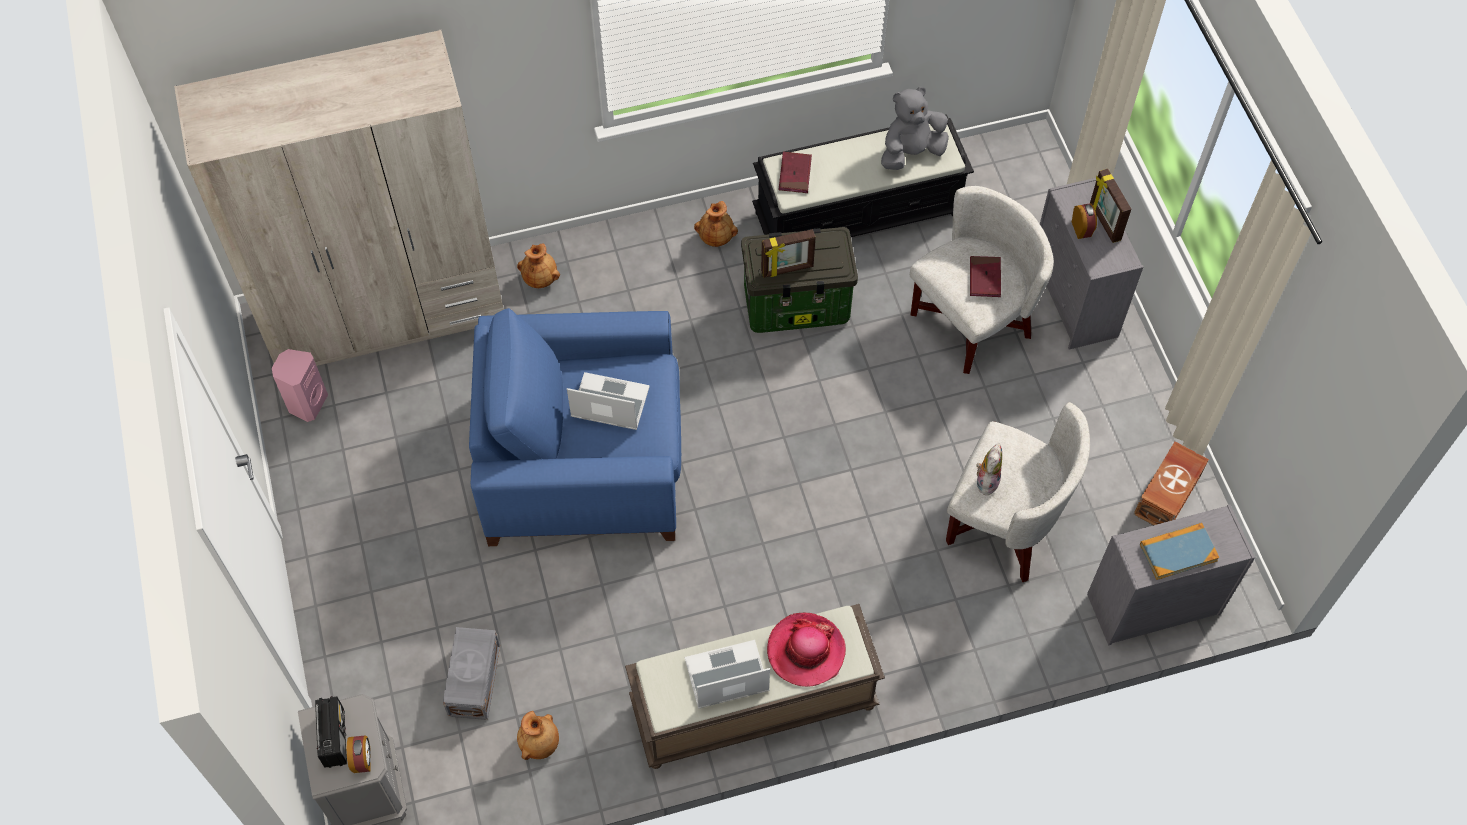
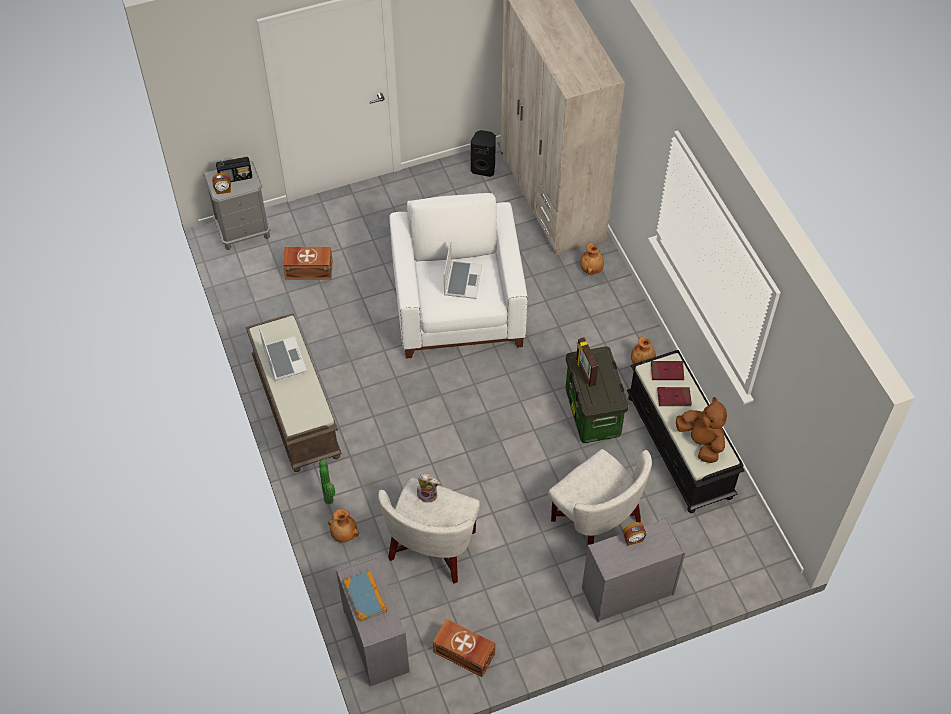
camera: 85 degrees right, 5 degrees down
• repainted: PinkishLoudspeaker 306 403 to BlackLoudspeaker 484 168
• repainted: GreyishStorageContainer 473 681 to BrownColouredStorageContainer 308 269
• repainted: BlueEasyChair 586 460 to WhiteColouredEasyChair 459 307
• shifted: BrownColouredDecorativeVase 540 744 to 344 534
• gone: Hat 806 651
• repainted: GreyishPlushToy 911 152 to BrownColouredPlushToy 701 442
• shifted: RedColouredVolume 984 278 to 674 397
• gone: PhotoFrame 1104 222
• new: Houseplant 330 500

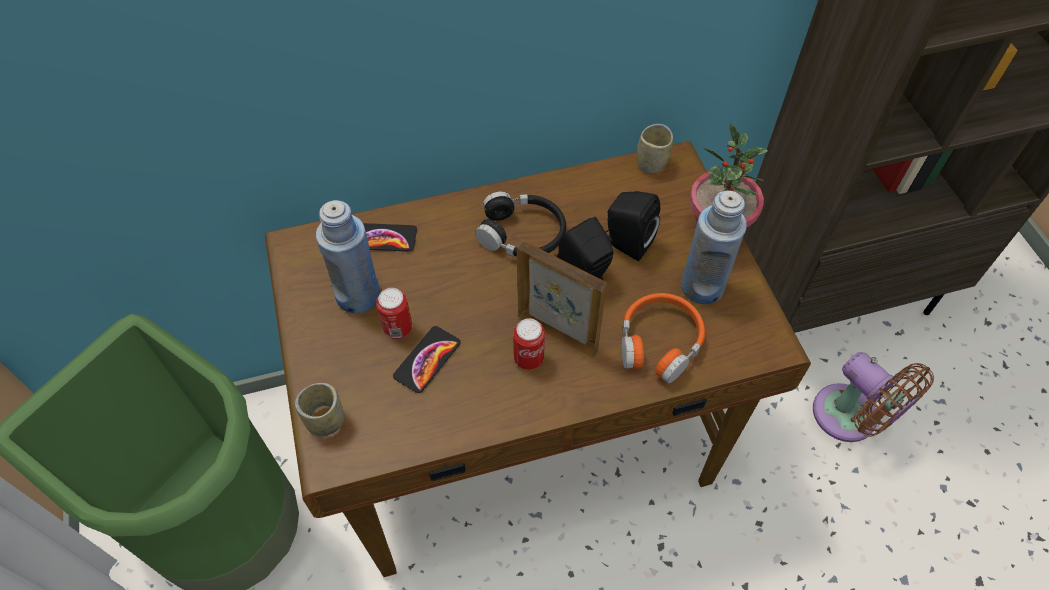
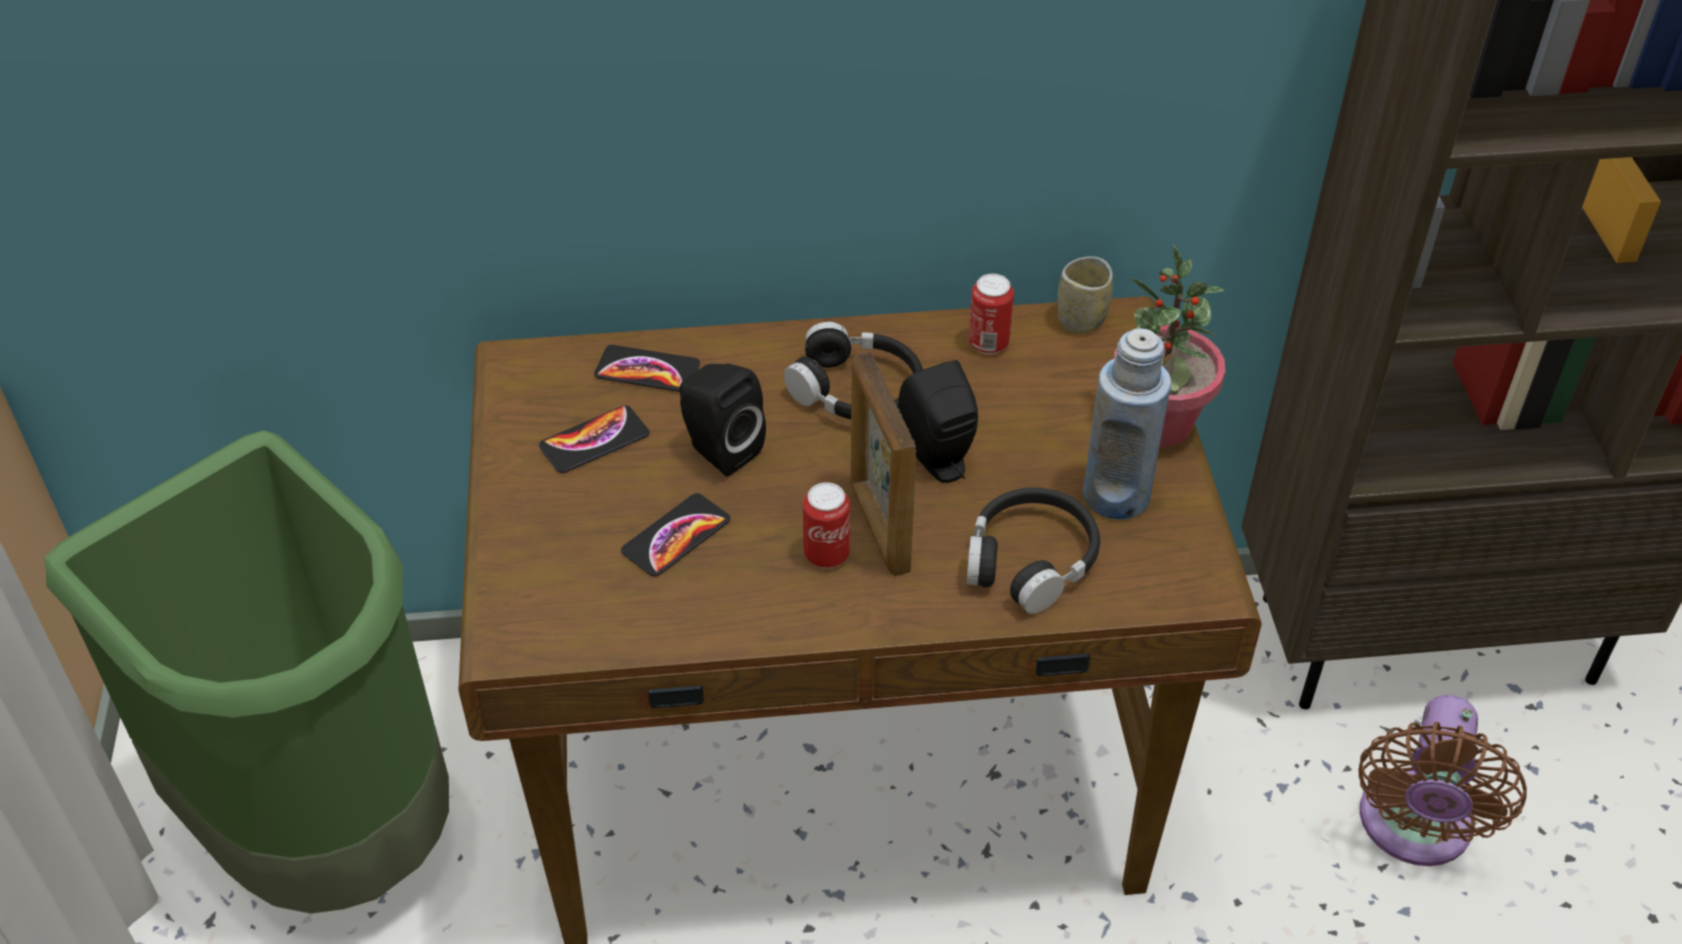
camera: 10 degrees right, 10 degrees down
• gone: Cup 326 421
• swapped: BlueBeverageBottle 358 295 to Telephone 594 440
• shifted: SealedCan 398 328 to 988 344
• rotated: PhotoFrame 558 333 = 879 527 150 degrees counterclockwise
• shifted: BlackLoudspeaker 626 243 to 719 449
• repainted: OrangeyHeadset 659 342 to BlackHeadset 1030 560
• rotated: BrownColouredElectricFan 850 419 = 1413 829 45 degrees clockwise

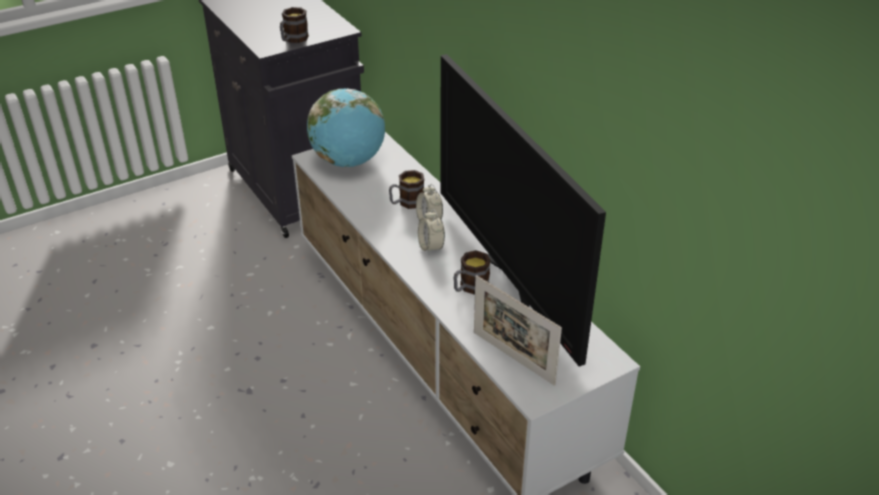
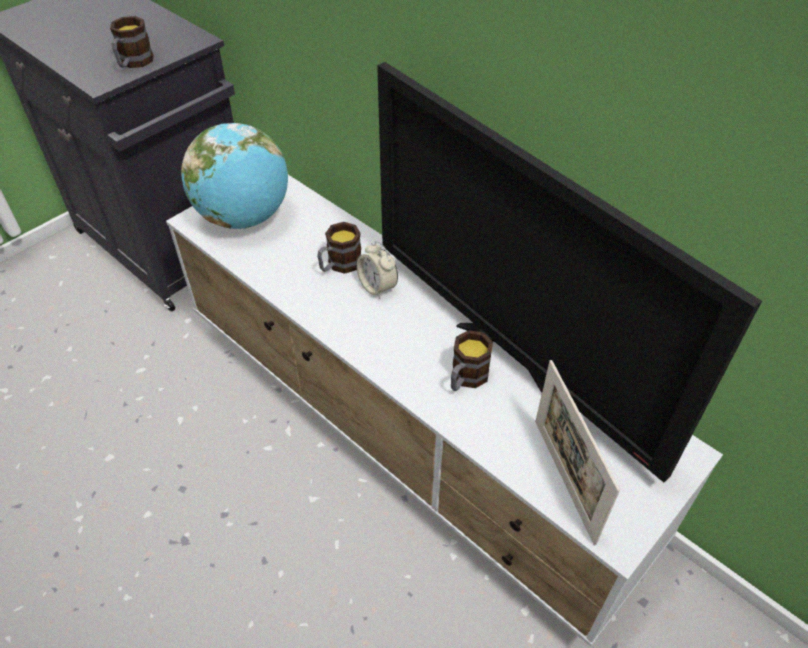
camera: 15 degrees left, 10 degrees up
• gone: AlarmClock 431 247
• rotated: PhotoFrame 513 358 = 563 479 45 degrees clockwise

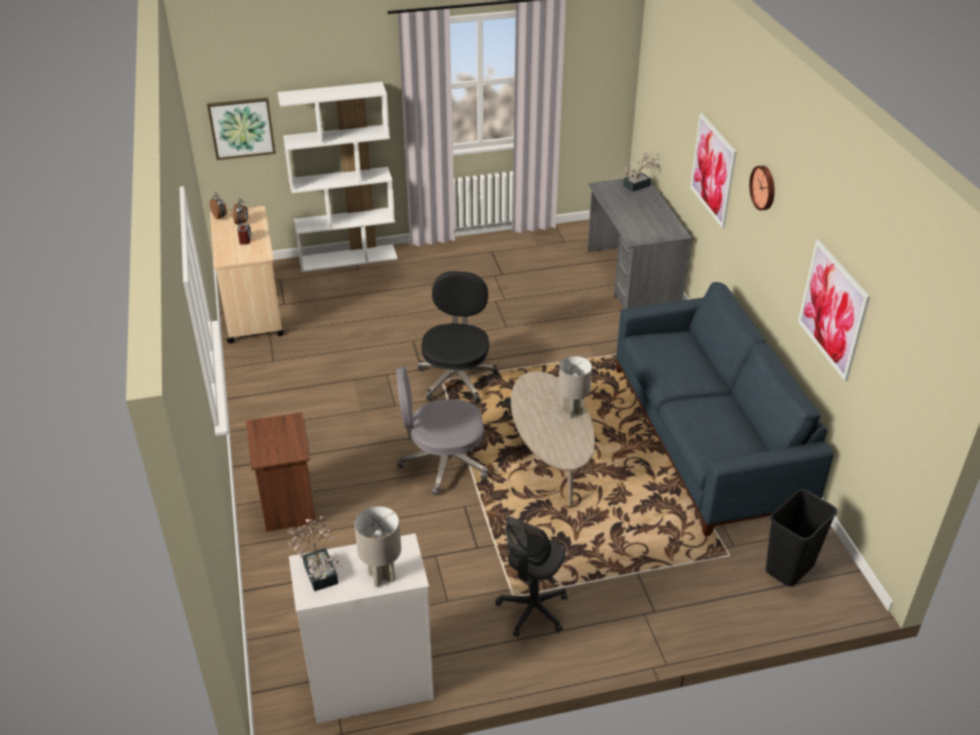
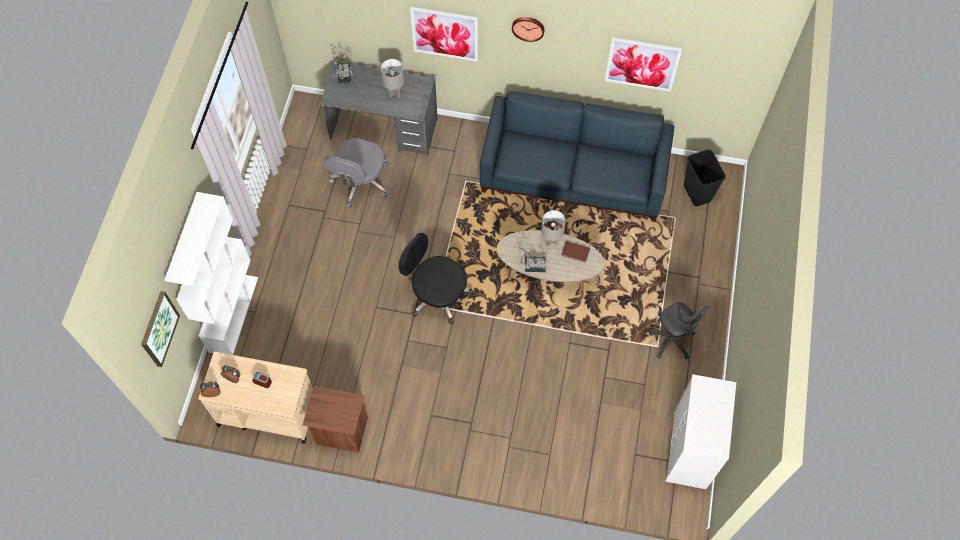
camera: 65 degrees left, 25 degrees up
• shifted: BrownColouredNightTable 287 506 to 341 432
• shifted: Houseplant 319 570 to 532 265
• shifted: GreyishTableLamp 382 577 to 394 92
• shifted: GreyishOfficeChair 443 463 to 360 182
• new: BrownColouredVolume 575 252

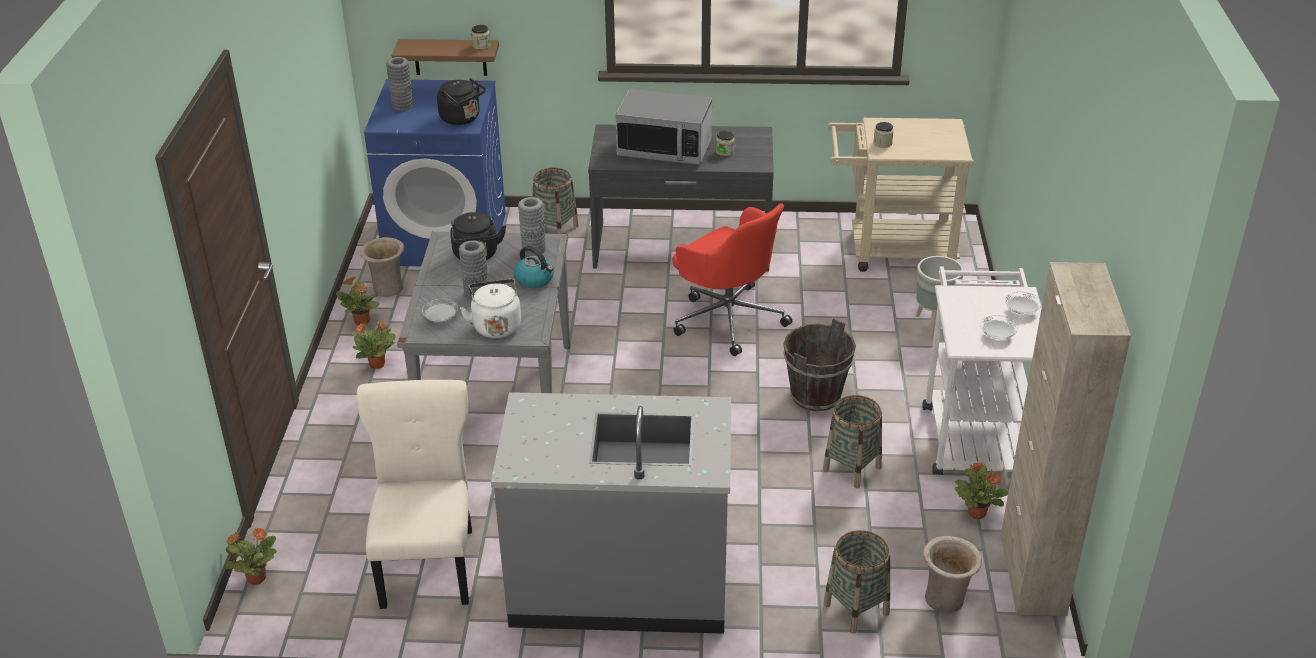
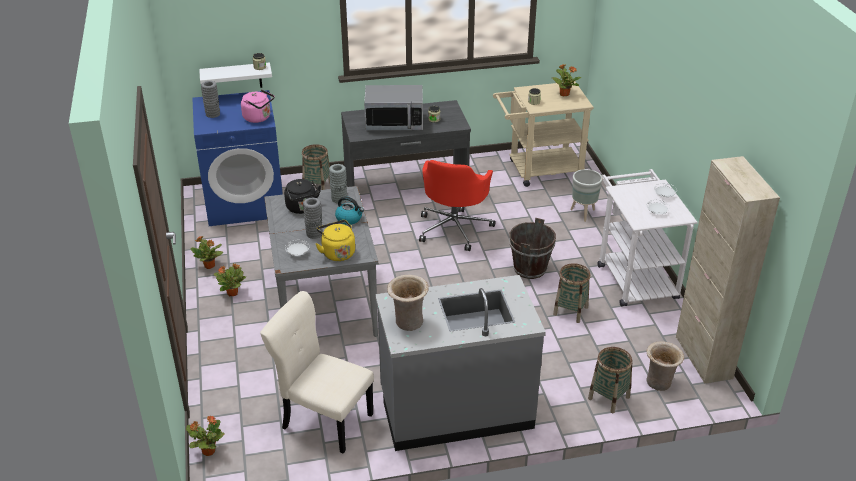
camera: 15 degrees left, 0 degrees up
• rotated: BeigeColouredPlainChair 429 564 = 324 419 45 degrees counterclockwise
• shifted: BeigeColouredDecorativeVase 387 289 to 408 322
• repainted: BrownColouredBracketShelf 450 57 to WhiteColouredBracketShelf 236 77
• repainted: BlackKettle 462 119 to PinkishKettle 259 118
• repainted: WhiteColouredKettle 496 325 to YellowKettle 337 252
• rotated: RedColouredOfficeChair 728 318 = 454 228 75 degrees clockwise
• shifted: Houseplant 976 512 to 564 94

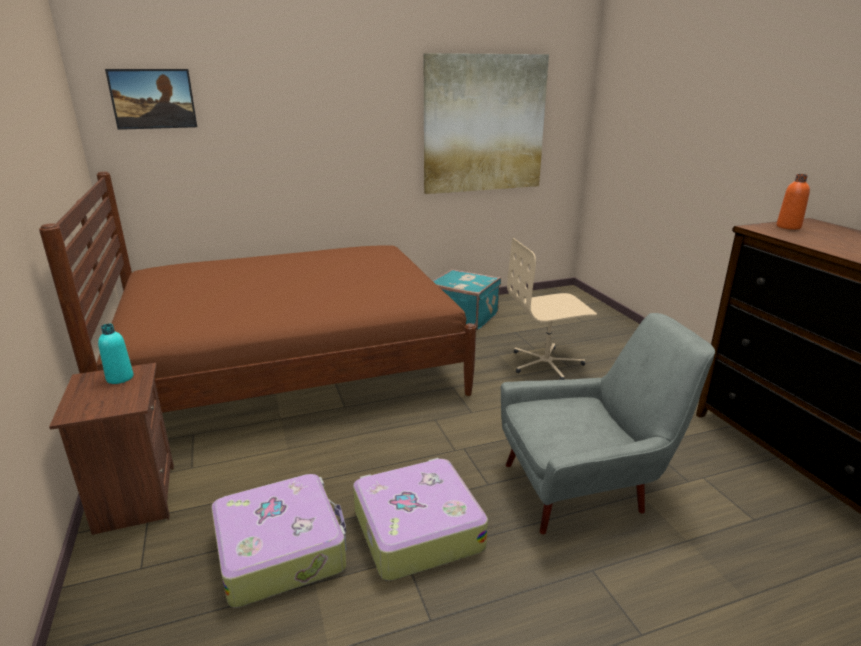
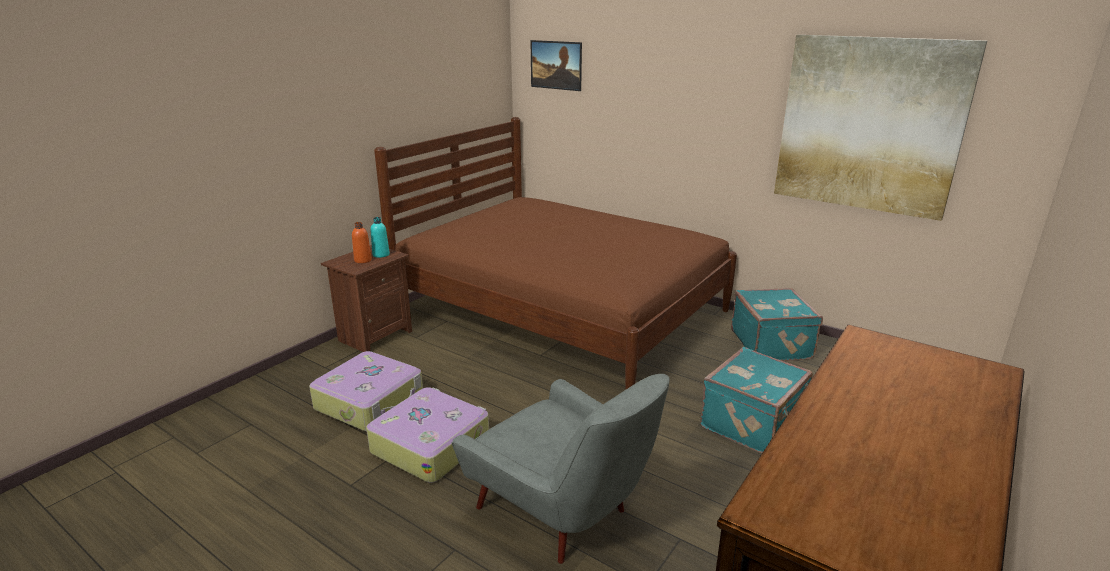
camera: 55 degrees right, 0 degrees up
• swapped: BeigeColouredOfficeChair 546 364 to TurquoiseSuitcase 753 424
• shifted: OrangeyBeverageBottle 788 227 to 363 260

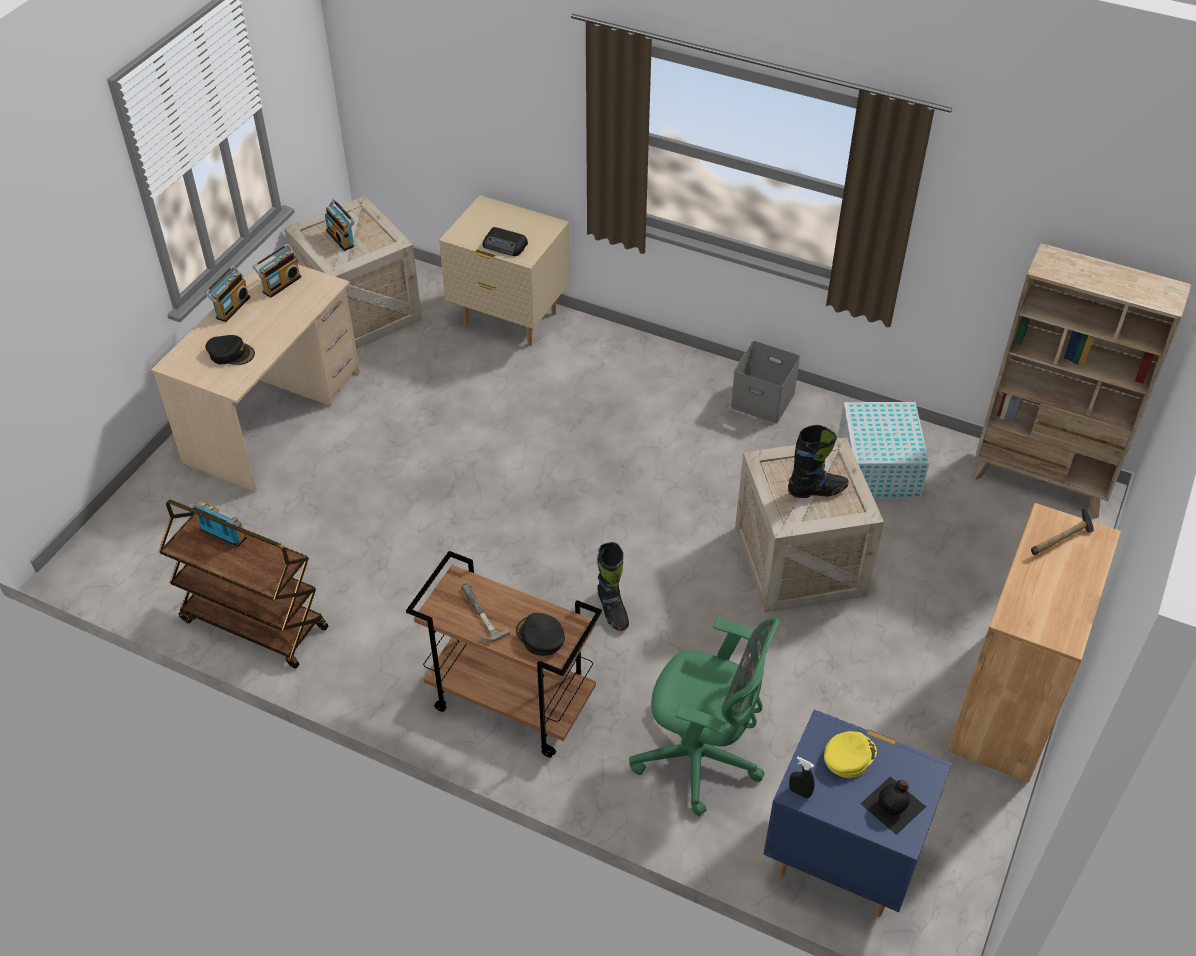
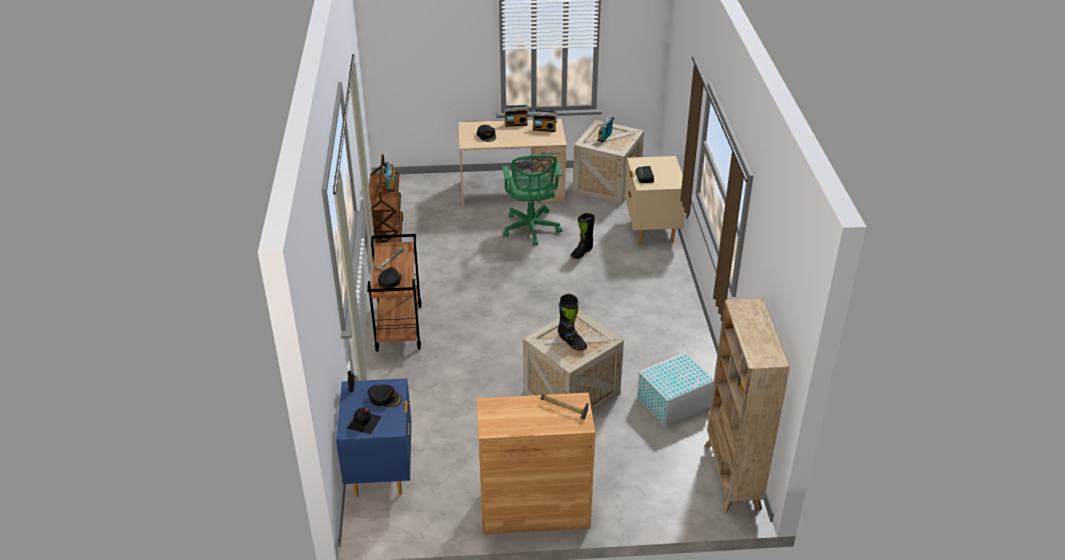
camera: 60 degrees right, 10 degrees down
• shifted: BlackBoot 612 611 to 581 252
• shifted: GreenColouredOfficeChair 701 758 to 531 229
• gone: GreyishStorageContainer 764 400
• repainted: YellowBaseballCap 848 755 to BlackBaseballCap 385 398

